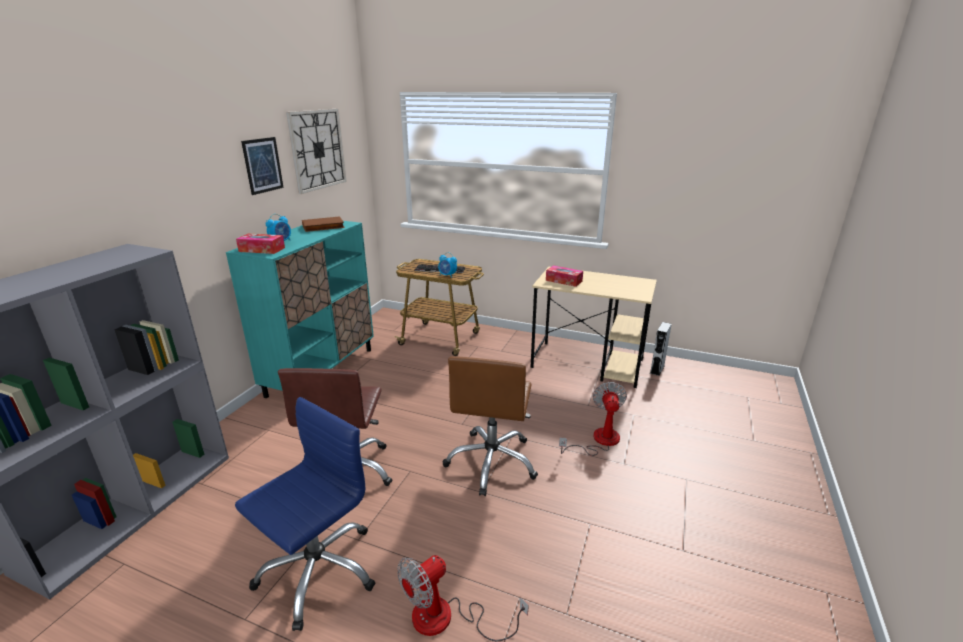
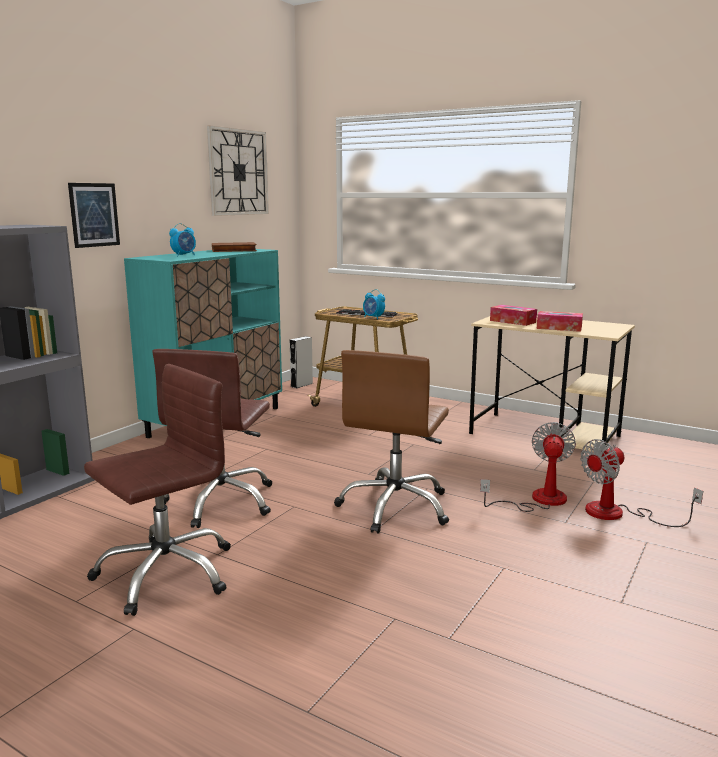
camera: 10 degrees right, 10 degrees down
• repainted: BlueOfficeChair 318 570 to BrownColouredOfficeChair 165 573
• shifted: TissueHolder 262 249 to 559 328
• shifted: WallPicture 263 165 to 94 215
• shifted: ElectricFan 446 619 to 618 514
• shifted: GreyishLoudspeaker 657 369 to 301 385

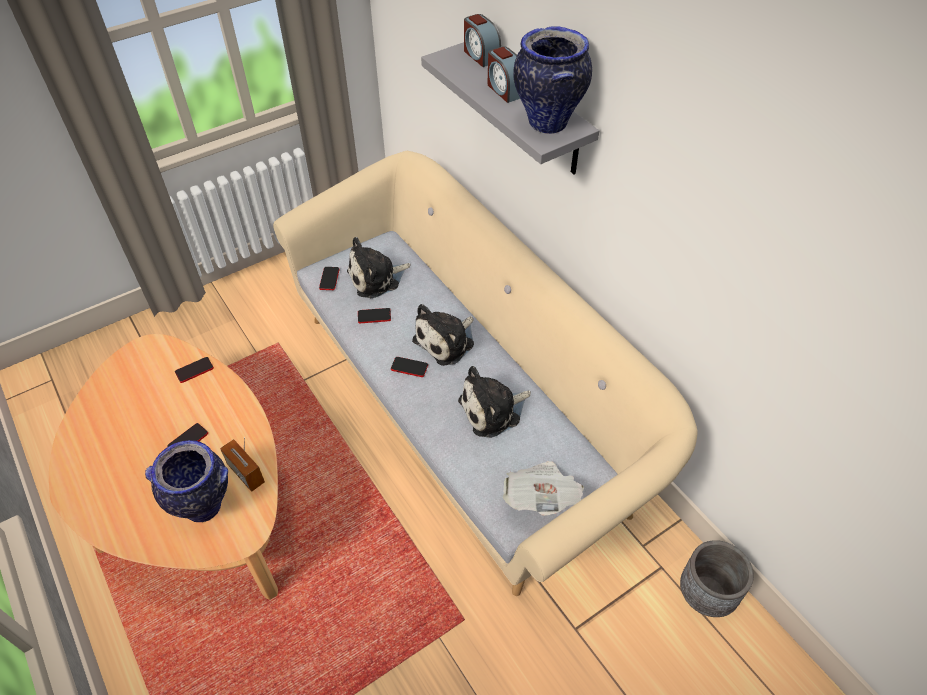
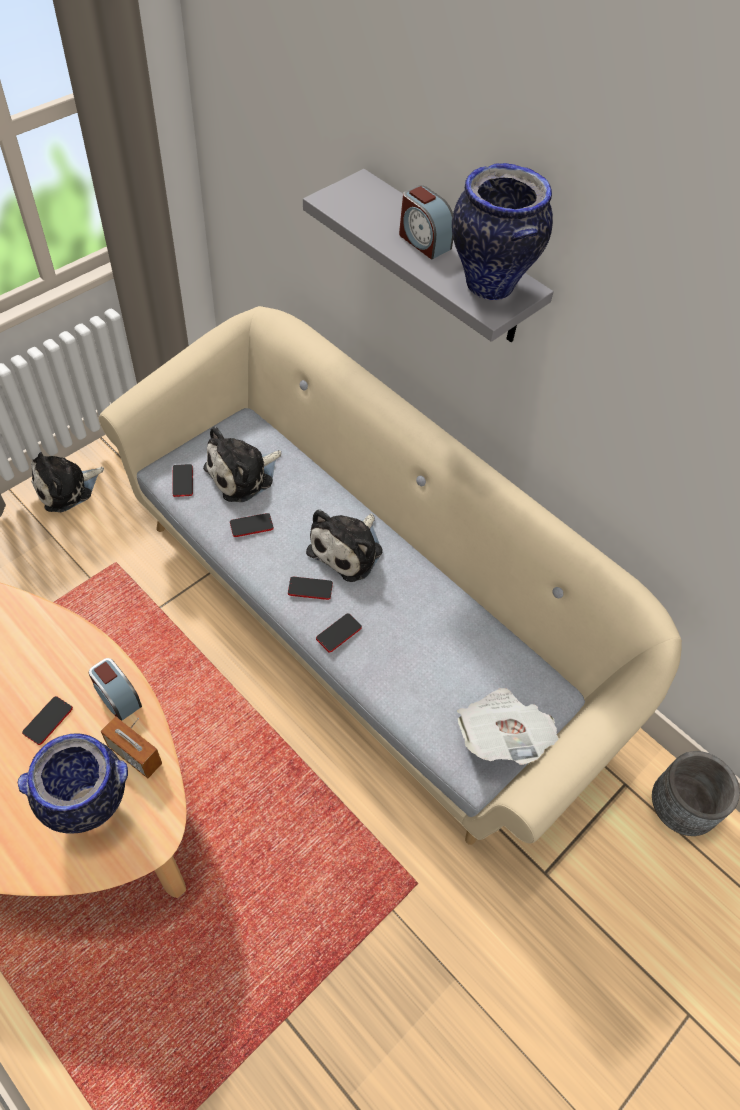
camera: 15 degrees left, 5 degrees up
• shifted: Telephone 194 370 to 338 633
• shifted: PlushToy 493 410 to 66 487
• shifted: AlarmClock 480 55 to 117 698

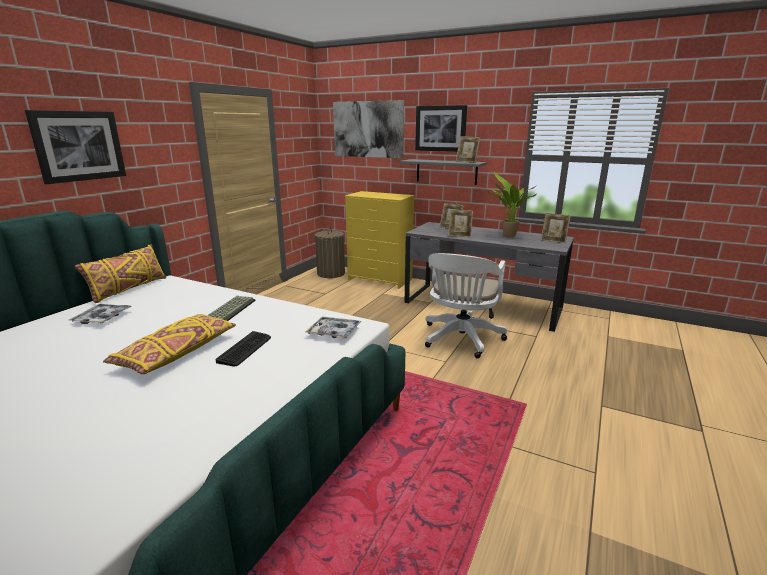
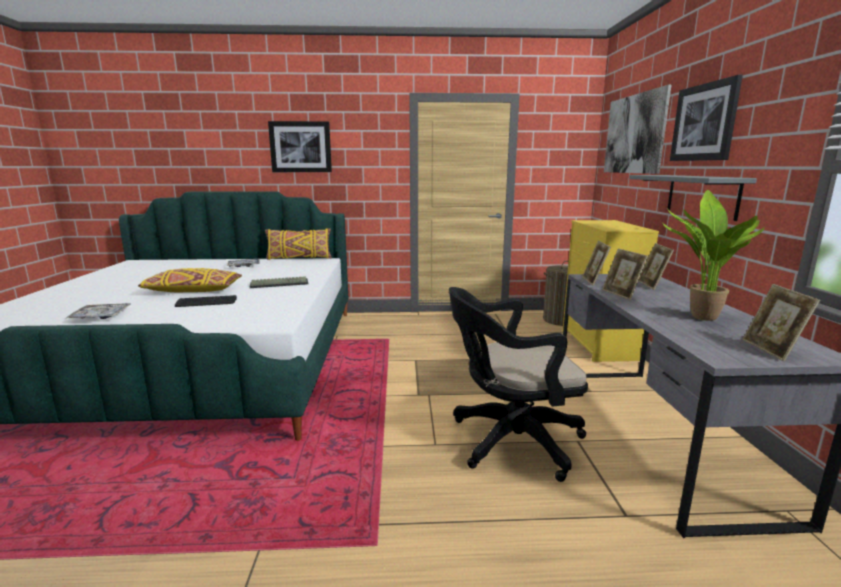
camera: 60 degrees right, 5 degrees down
• shifted: CarryingTray 334 332 to 100 316
• repainted: WhiteColouredOfficeChair 460 340 to BlackOfficeChair 509 441
• shifted: PhotoFrame 467 162 to 593 281

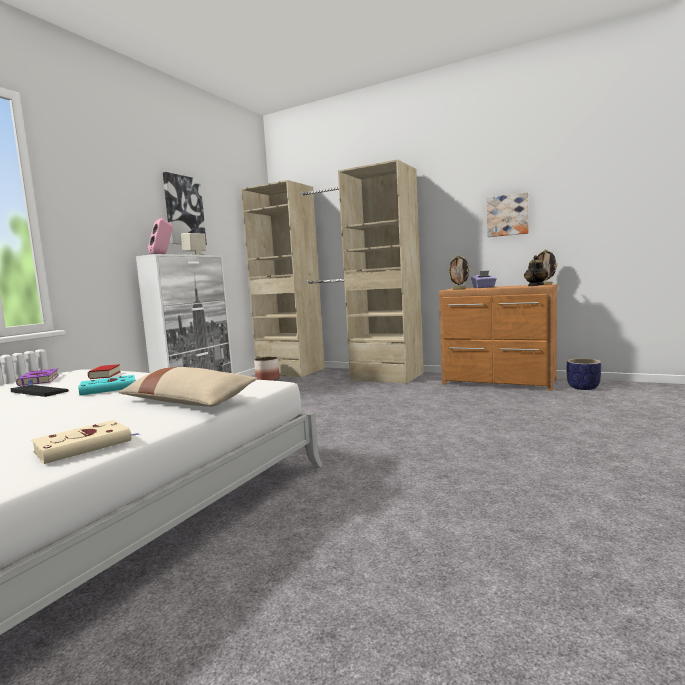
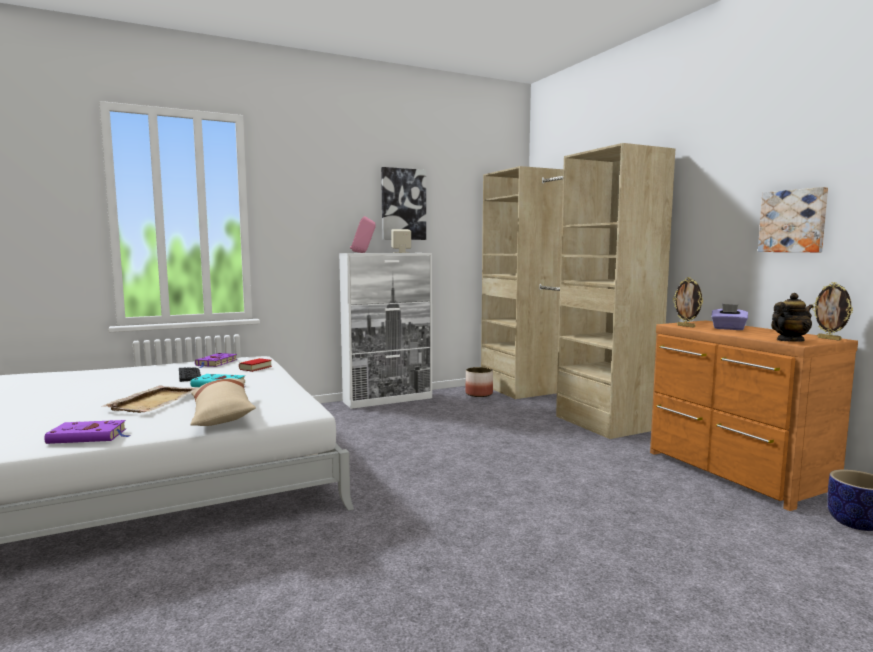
camera: 35 degrees right, 0 degrees up
• repainted: BeigeColouredVolume 86 446 to PurplishVolume 90 436
• new: BeigeColouredCarryingTray 155 401

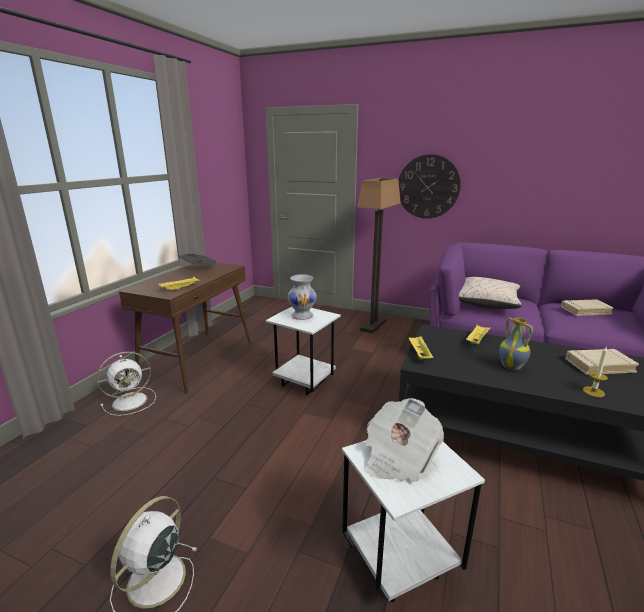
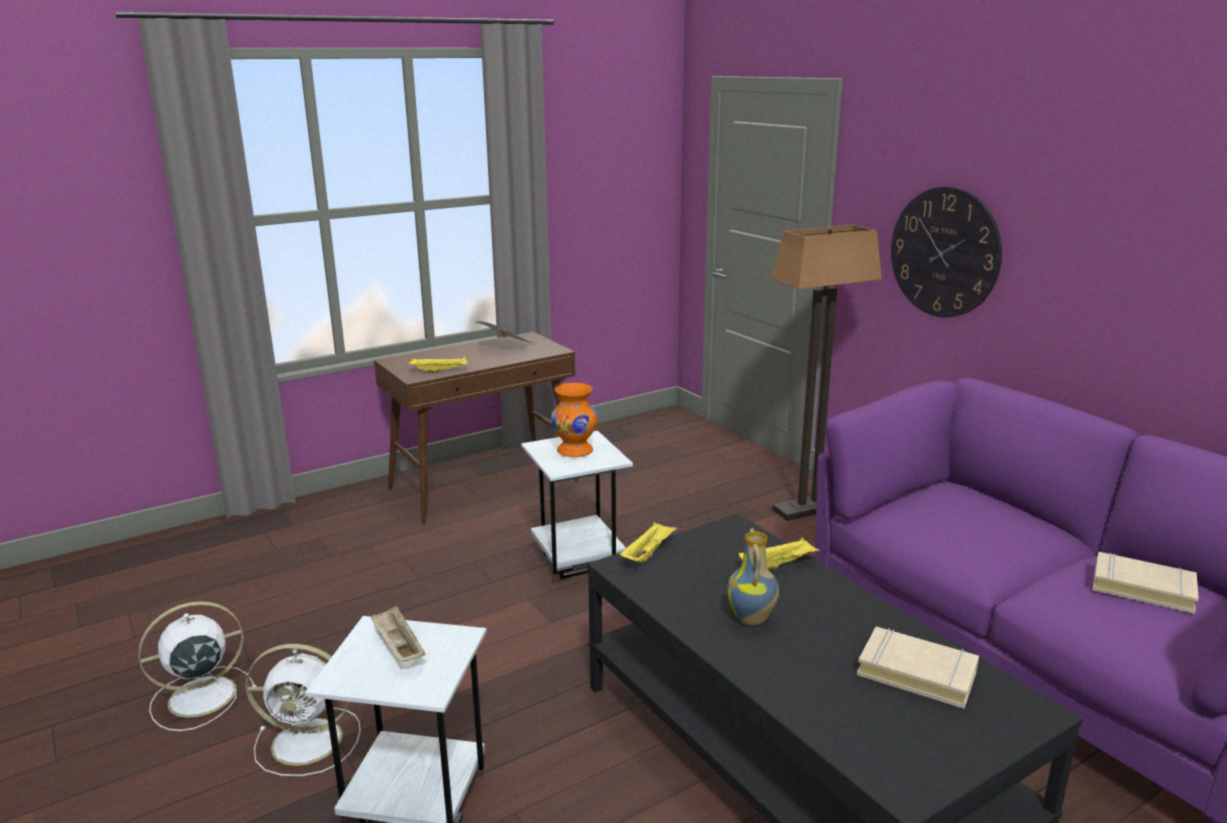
camera: 35 degrees right, 0 degrees up
• shifted: WhiteColouredElectricFan 131 401 to 310 741
• repainted: WhiteColouredDecorativeVase 302 316 to OrangeyDecorativeVase 574 451
• swapped: Newspaper 398 457 to BeigeColouredCarryingTray 398 647
• gone: BeigeColouredPillow 486 303
• gone: WaxLight 593 391

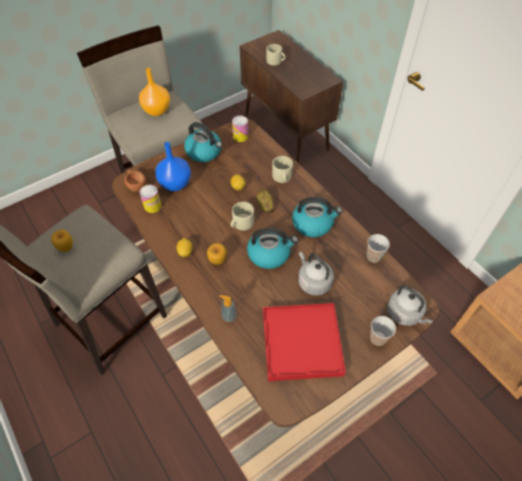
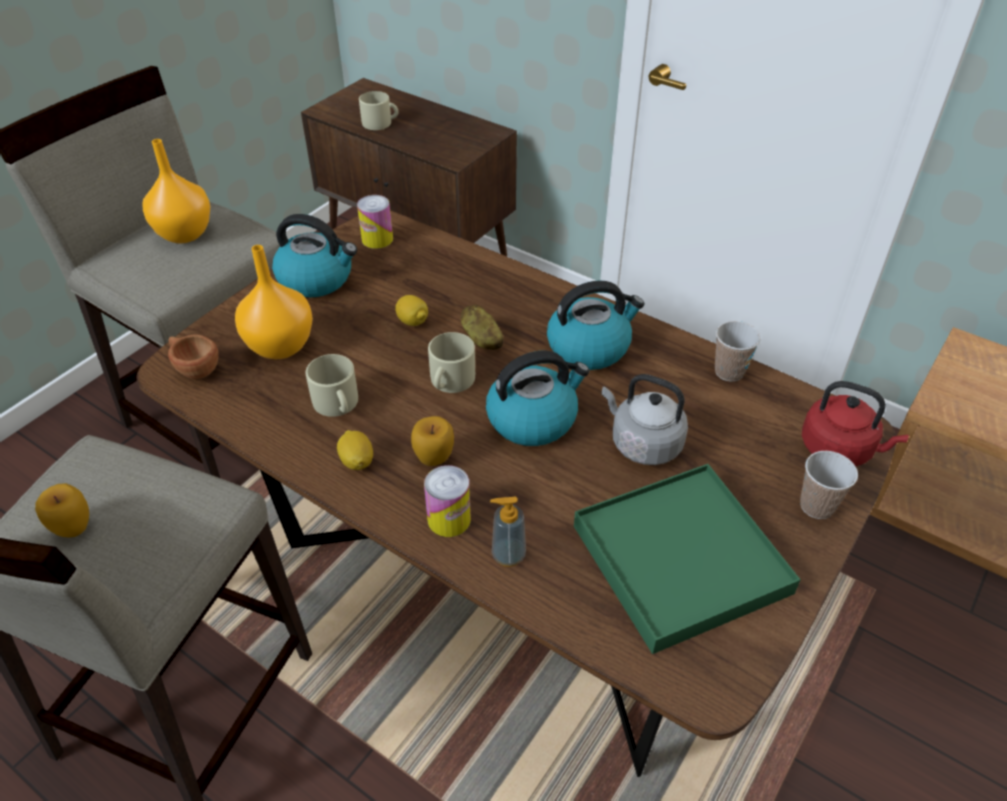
camera: 20 degrees left, 10 degrees down
• shifted: SealedCan 152 206 to 449 519
• repainted: BlueDecorativeVase 176 183 to OrangeyDecorativeVase 281 345
• repainted: RedColouredCarryingTray 301 342 to GreenColouredCarryingTray 679 559
• shifted: BeigeColouredTeaMug 282 177 to 337 404
• repainted: GreyishKettle 405 314 to RedColouredKettle 840 449

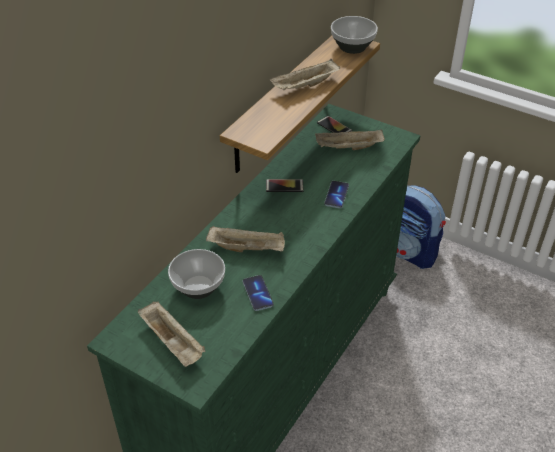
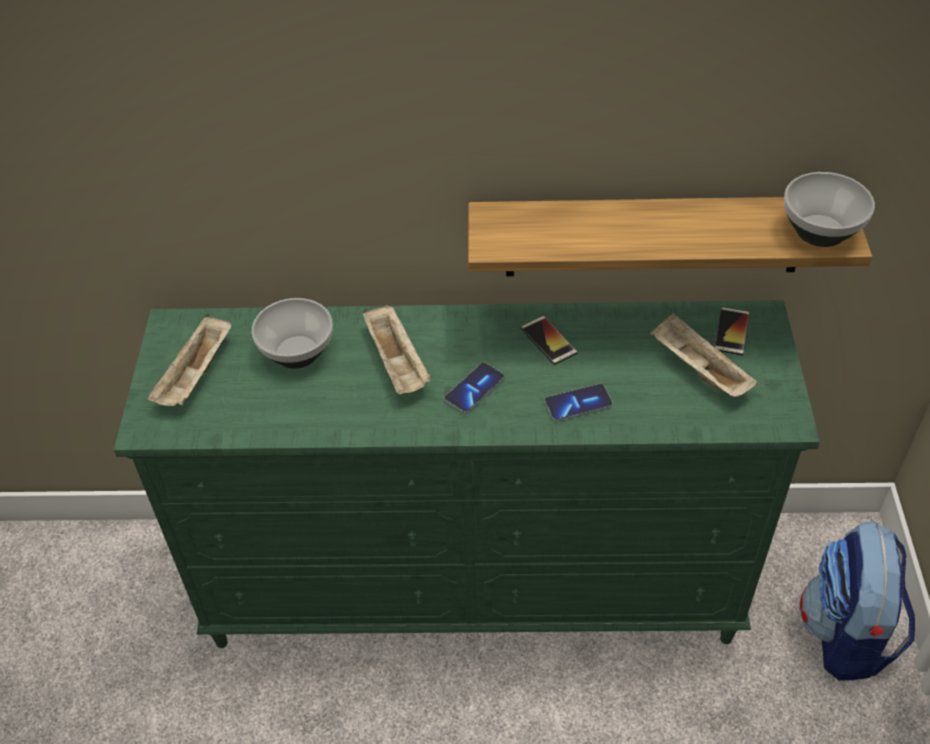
camera: 60 degrees right, 5 degrees up
• shifted: Telephone 258 294 to 474 389
• gone: BeigeColouredCarryingTray 305 86

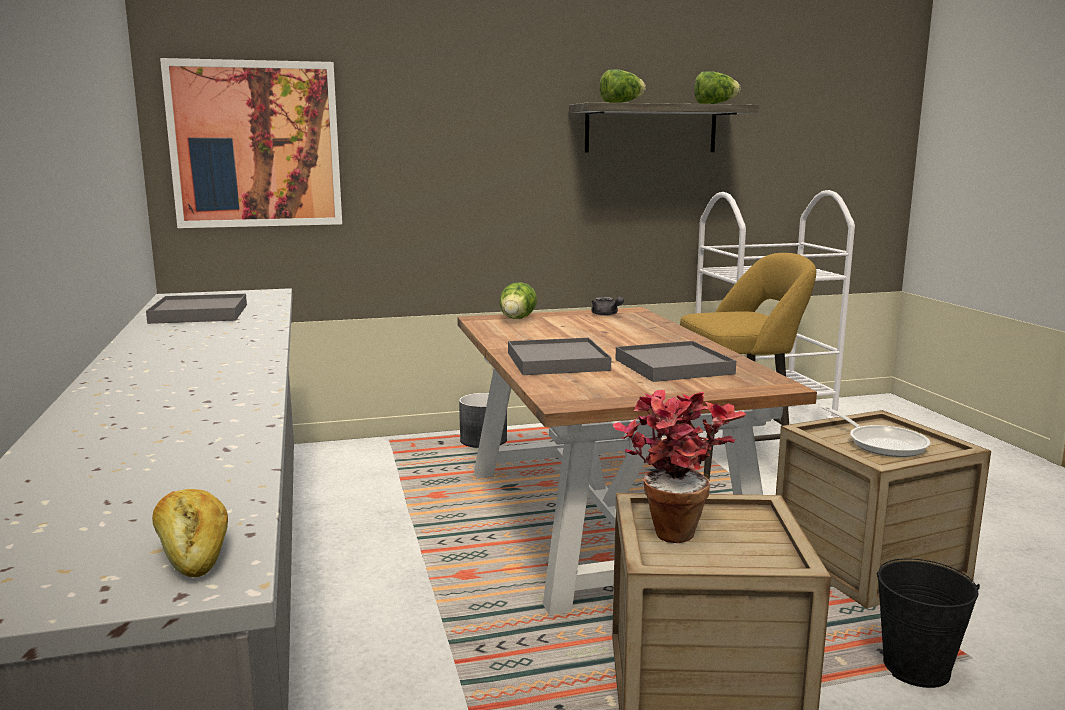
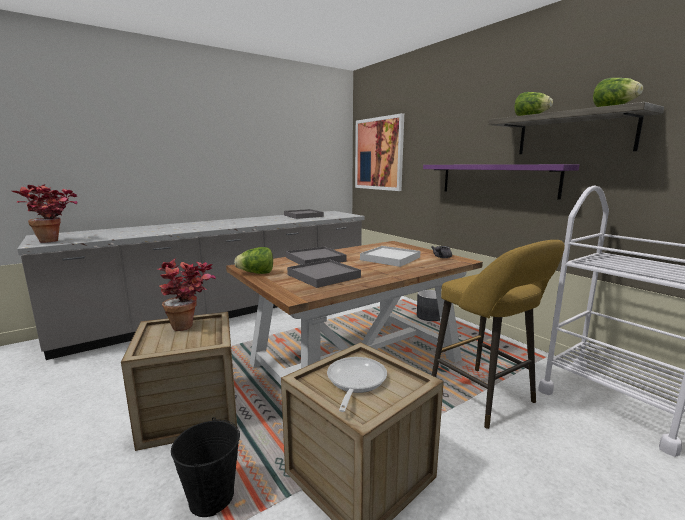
camera: 70 degrees right, 0 degrees up
• swapped: BakeryBread 194 549 to Houseplant 55 241
• shifted: Lettuce 517 319 to 256 273
• rotated: Skillet 882 443 = 355 382 150 degrees clockwise
• new: WhiteColouredCarryingTray 390 258
• new: PurplishBracketShelf 496 179

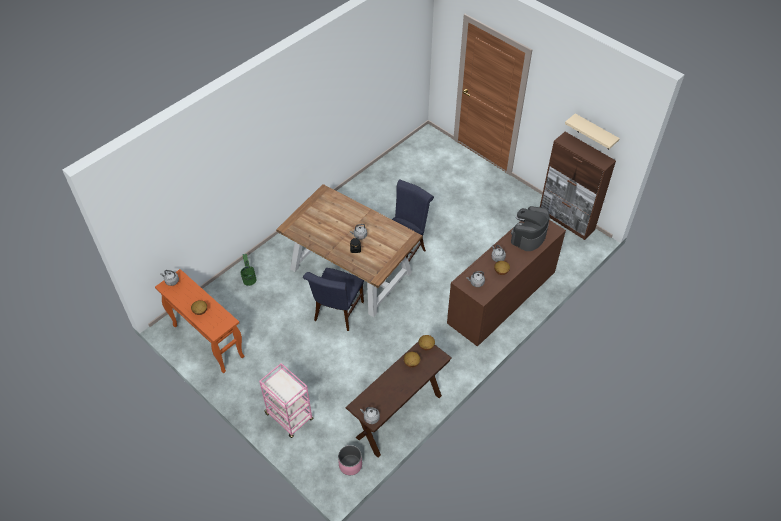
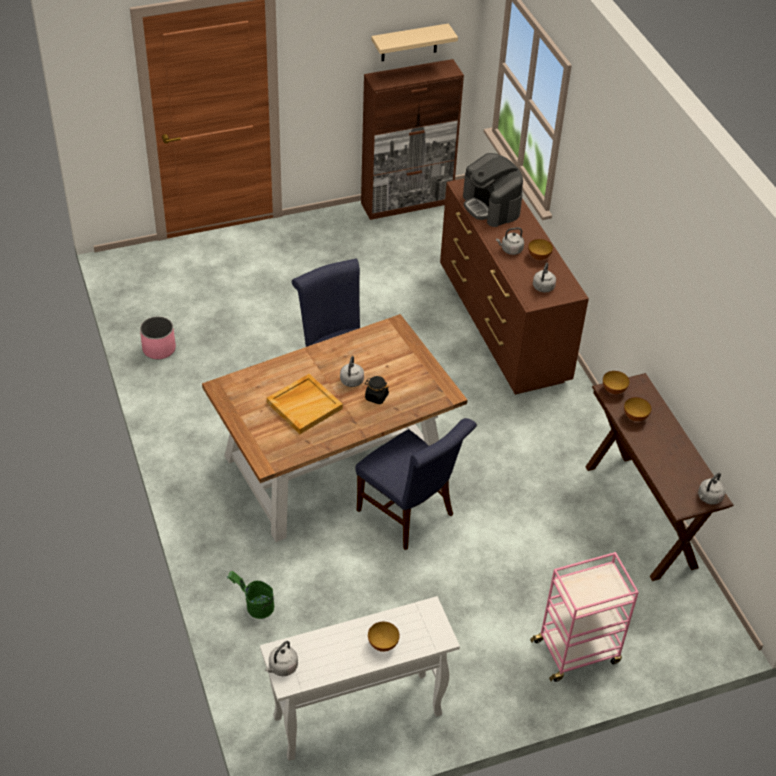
camera: 65 degrees left, 5 degrees down
• repainted: OrangeyHallTable 207 341 to WhiteColouredHallTable 356 717
• shifted: PinkishPlanter 350 465 to 159 349
• new: BeigeColouredCarryingTray 304 405

